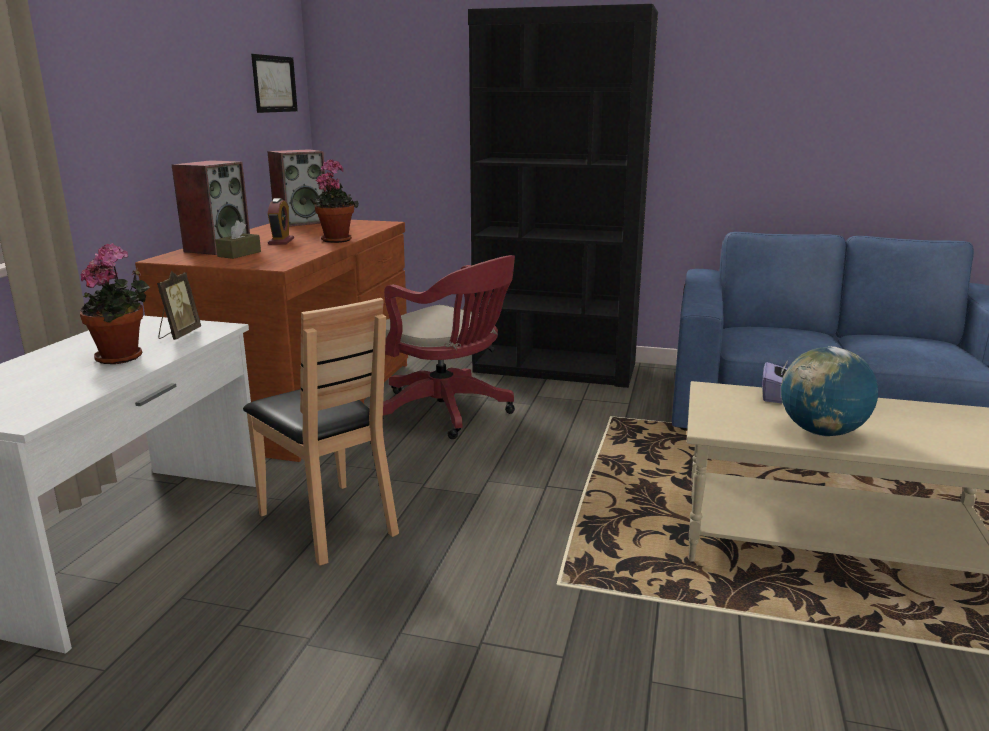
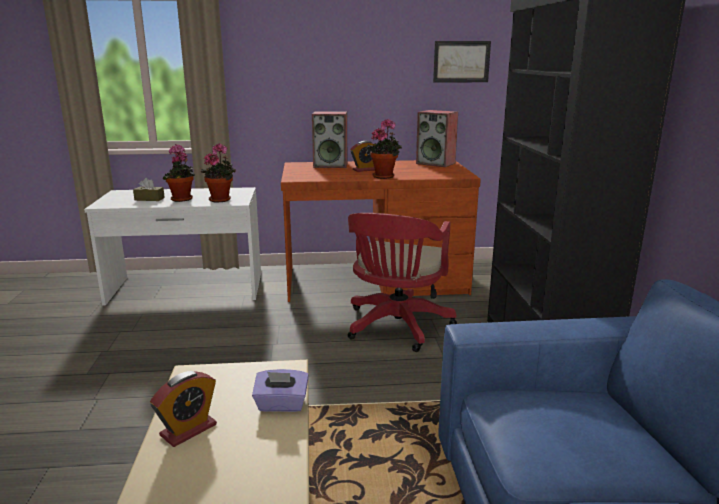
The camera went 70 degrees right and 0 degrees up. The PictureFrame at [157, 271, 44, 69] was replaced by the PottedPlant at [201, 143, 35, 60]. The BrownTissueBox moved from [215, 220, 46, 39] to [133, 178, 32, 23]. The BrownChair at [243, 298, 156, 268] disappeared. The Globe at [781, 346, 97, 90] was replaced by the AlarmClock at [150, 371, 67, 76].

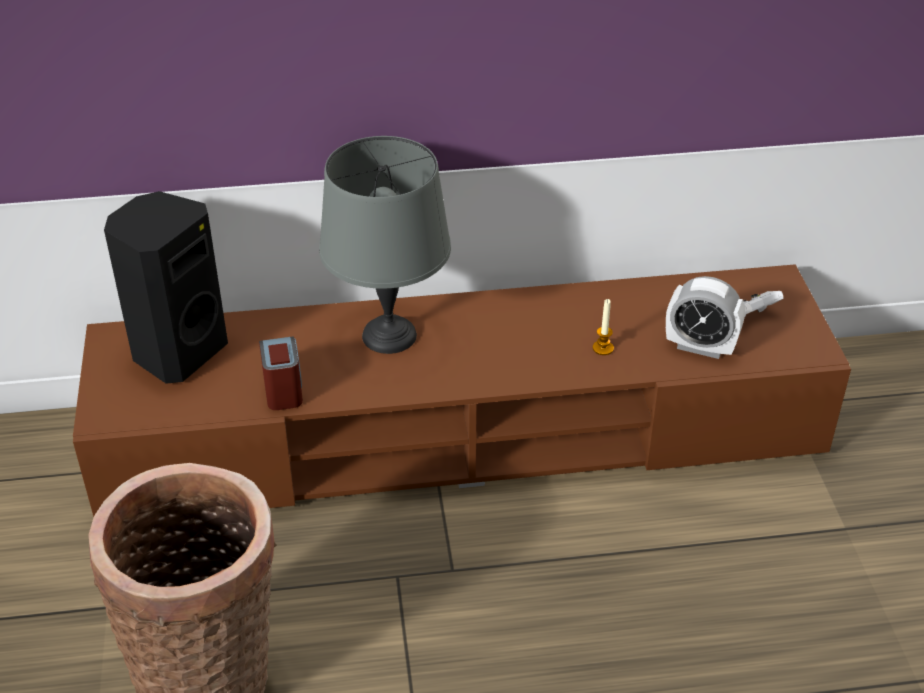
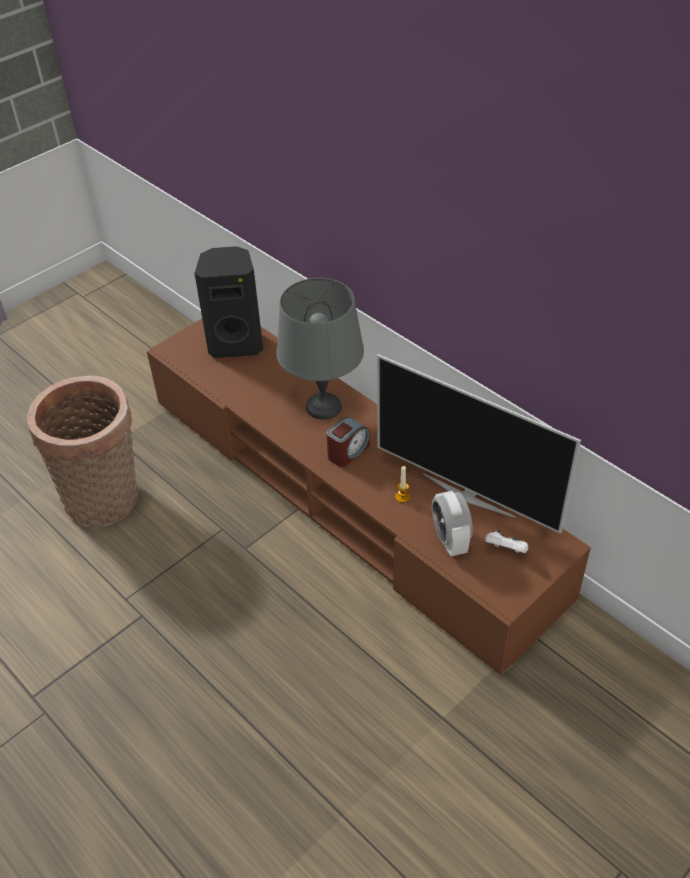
The camera went 55 degrees right and 5 degrees up. The AlarmClock moved from [259, 336, 44, 74] to [326, 417, 44, 50]. The Television at [377, 354, 204, 180] appeared.

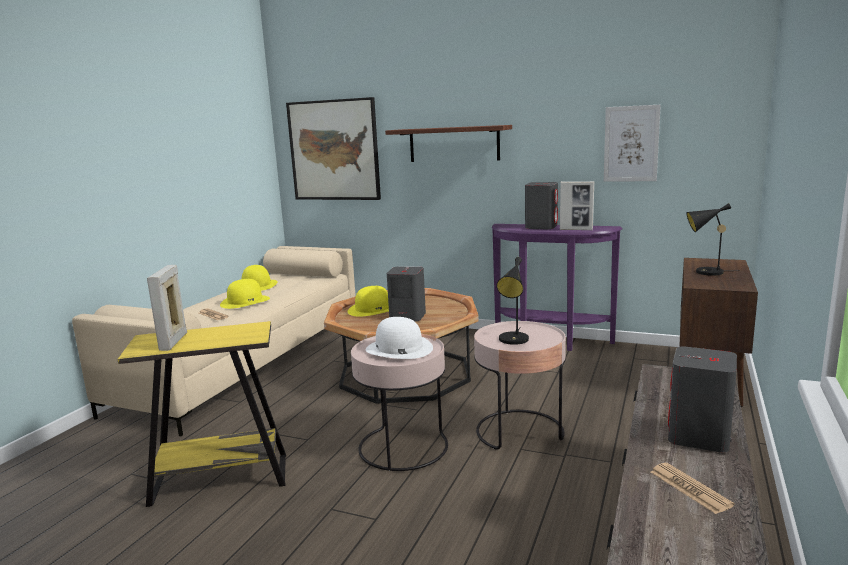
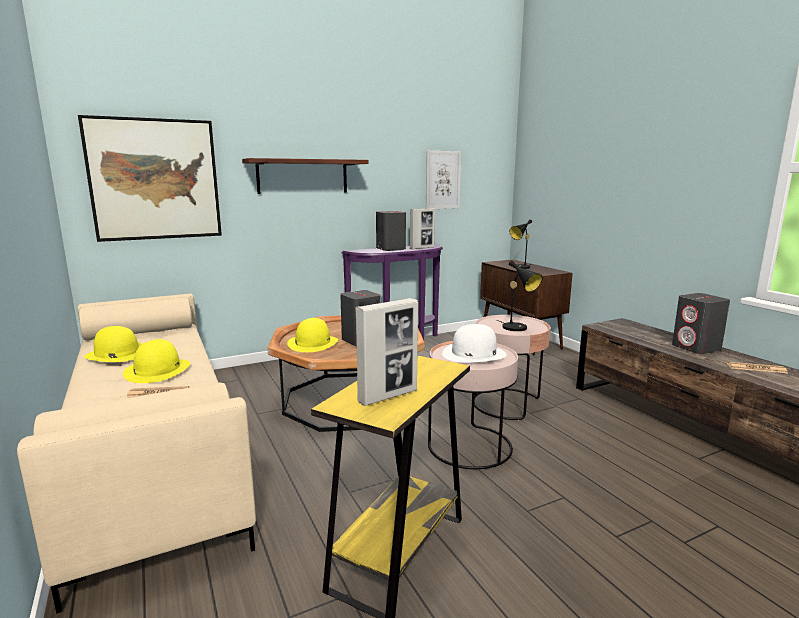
The camera went 50 degrees left and 0 degrees up. The PictureFrame at [147, 265, 40, 86] turned 75 degrees counterclockwise.

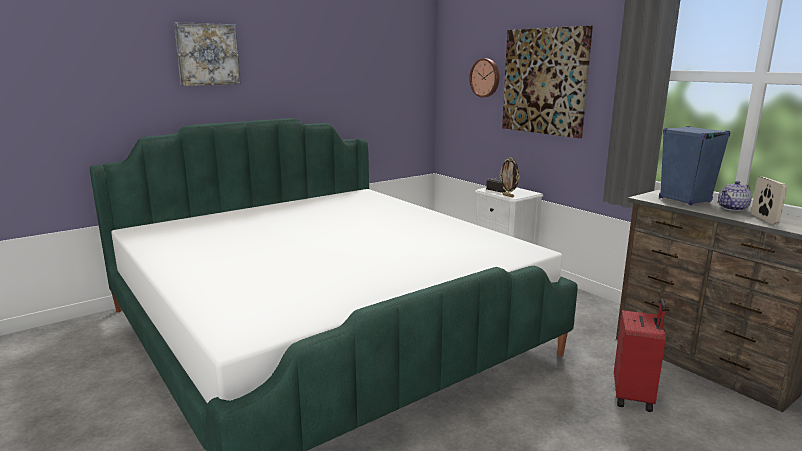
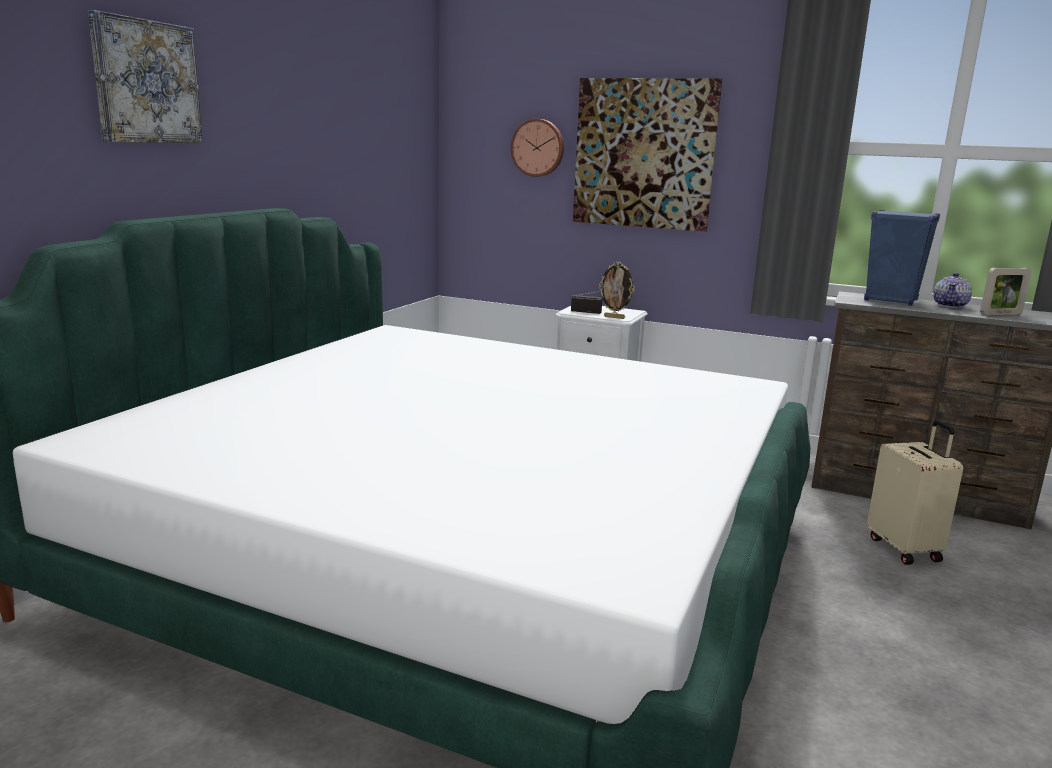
The camera went 30 degrees left and 0 degrees up. The RedSuitcase at [614, 298, 52, 114] became the BeigeSuitcase at [867, 420, 96, 145]. The PictureFrame at [751, 177, 36, 47] turned 105 degrees clockwise.

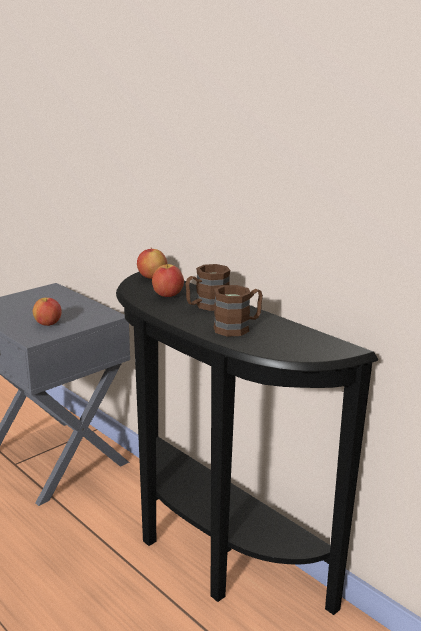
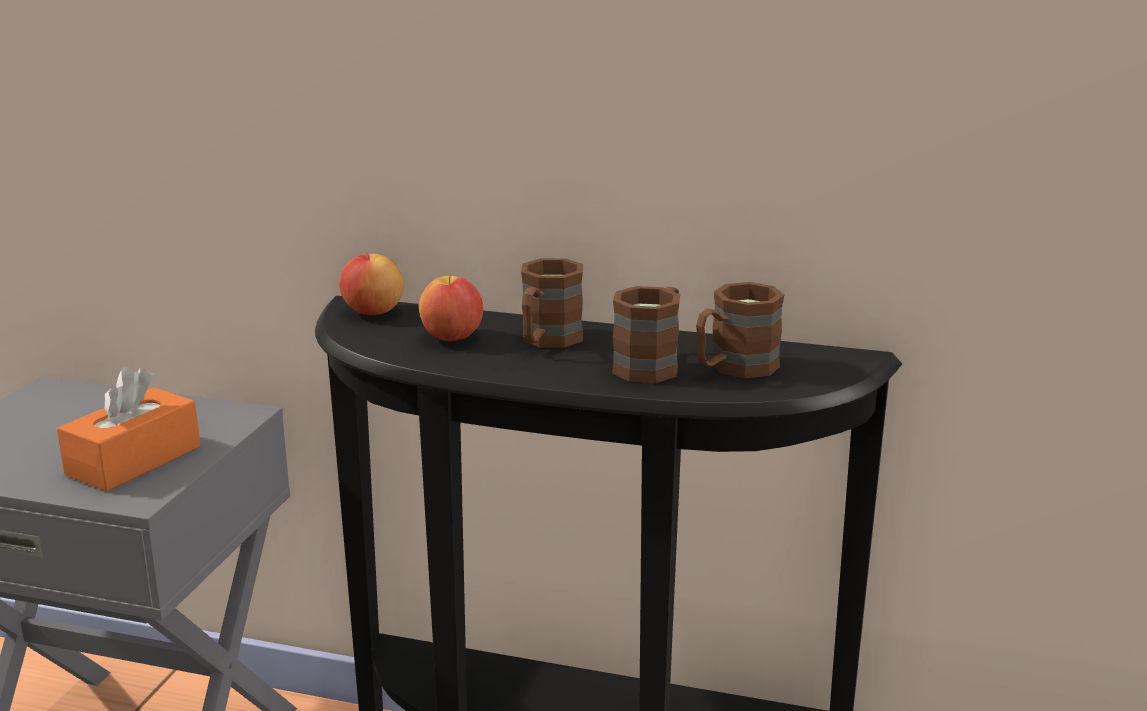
The camera went 30 degrees left and 0 degrees up. The Apple at [33, 298, 29, 28] was replaced by the OrangeTissueBox at [57, 367, 143, 125]. The BrownMug at [696, 282, 88, 96] appeared.

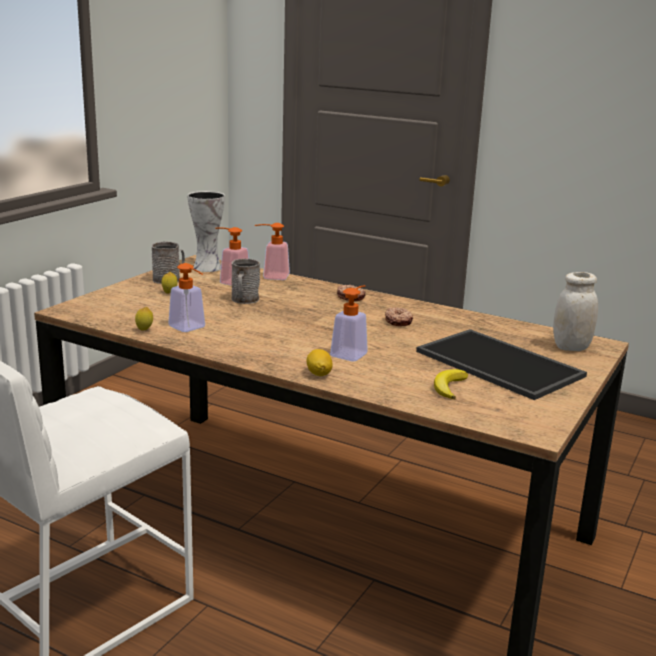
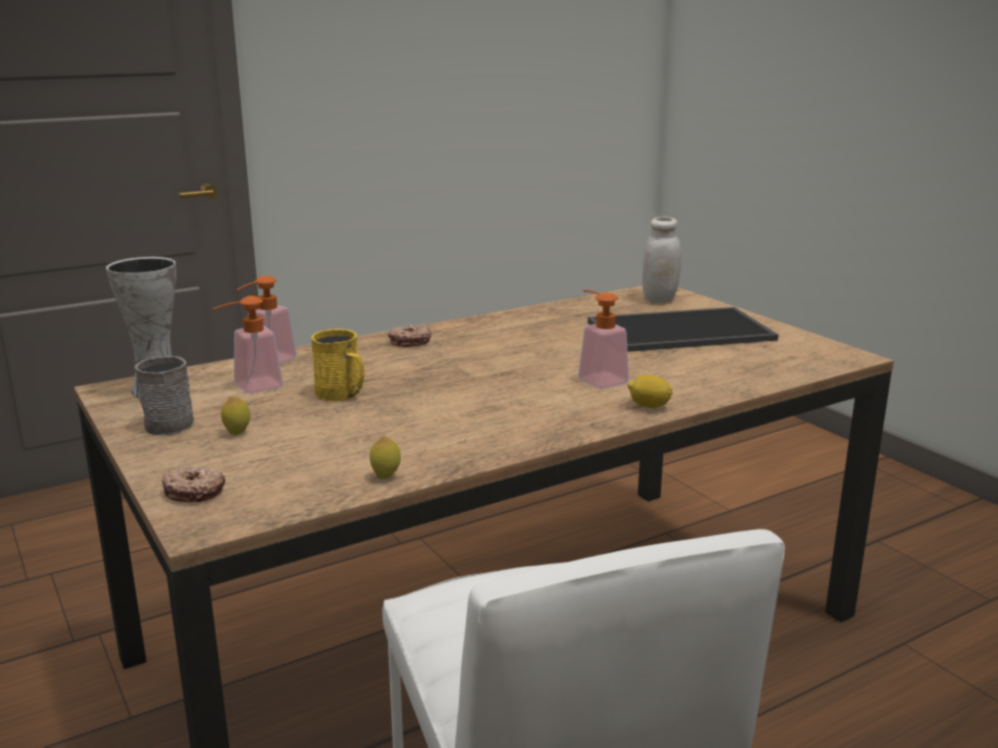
The camera went 60 degrees left and 0 degrees up. The SoapDispenser at [168, 263, 37, 69] disappeared. The GreyMug at [232, 259, 28, 45] became the YellowMug at [311, 329, 53, 72]. The Donut moved from [385, 307, 28, 19] to [162, 466, 63, 36]. The Banana at [434, 369, 34, 31] disappeared.

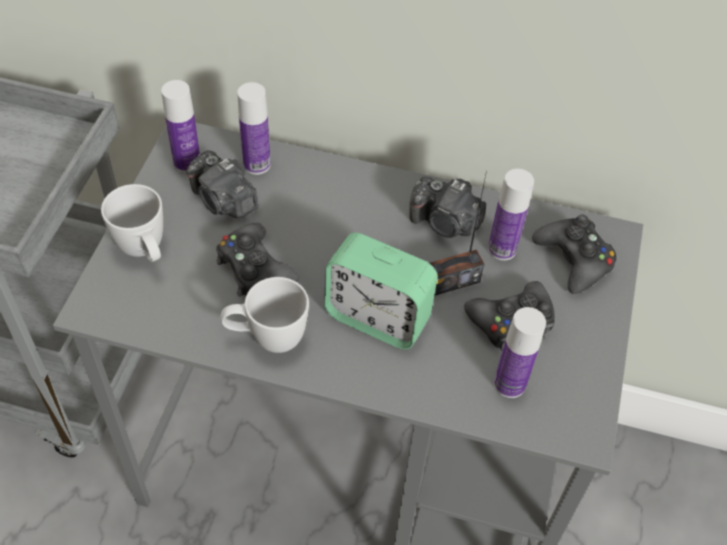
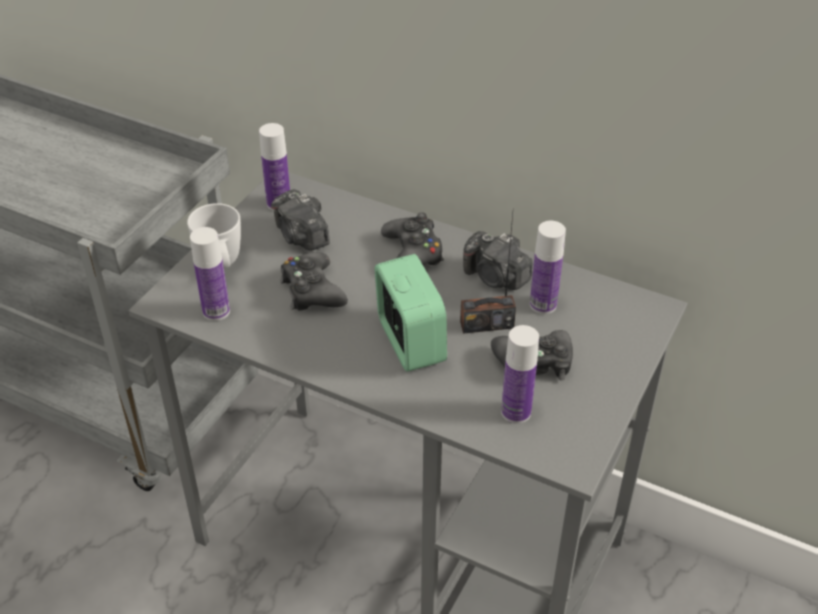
The camera went 15 degrees right and 10 degrees down. The WhiteMug at [220, 277, 89, 76] disappeared. The Bottle moved from [237, 82, 34, 93] to [190, 227, 40, 94]. The AlarmClock at [324, 233, 114, 116] turned 150 degrees counterclockwise. The BlackGameController moved from [532, 214, 84, 80] to [381, 212, 63, 53].

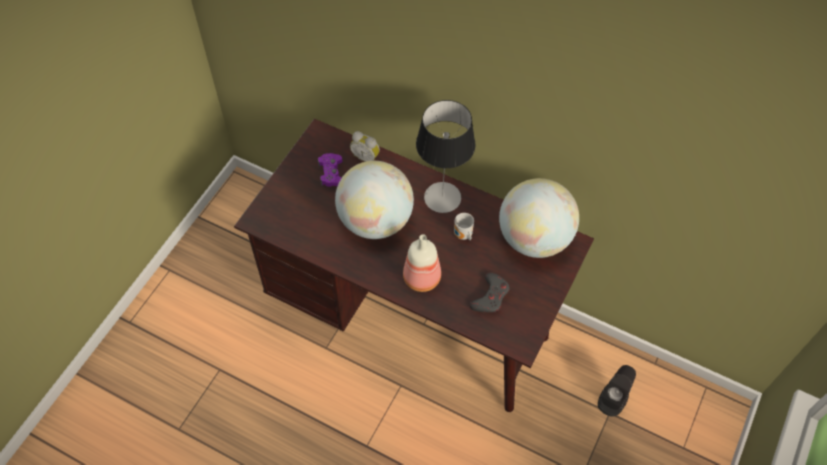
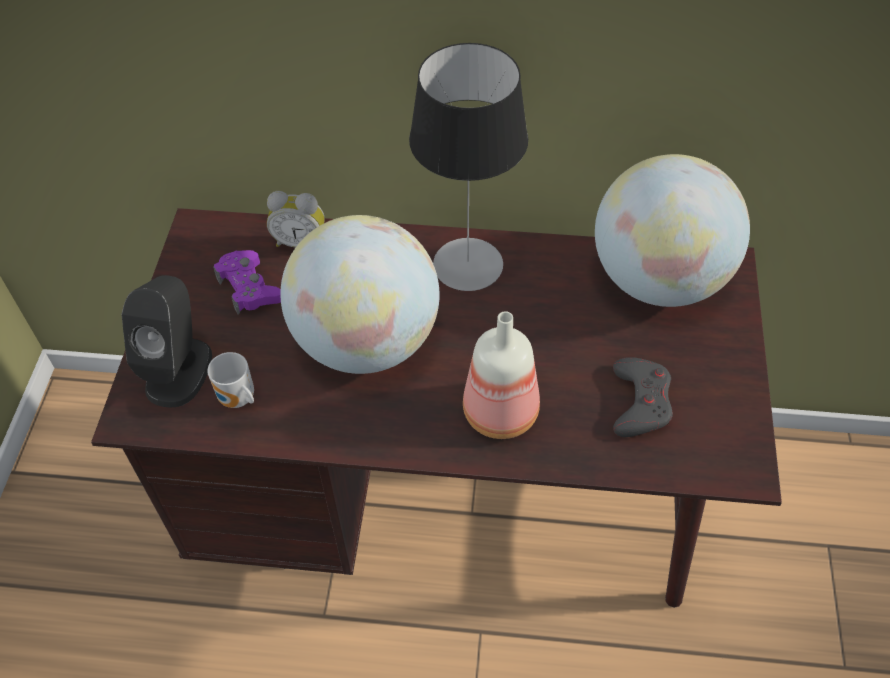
The camera went 20 degrees left and 5 degrees down. The Mug moved from [454, 213, 20, 27] to [207, 352, 47, 56]. The BlackSpeaker moved from [598, 365, 38, 52] to [121, 275, 91, 132].

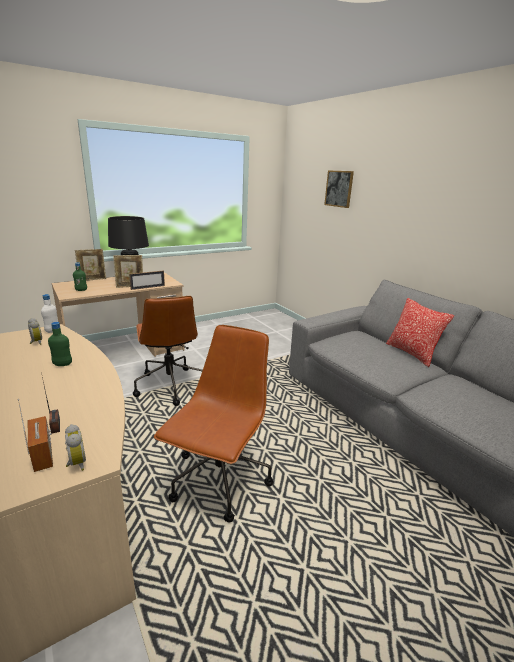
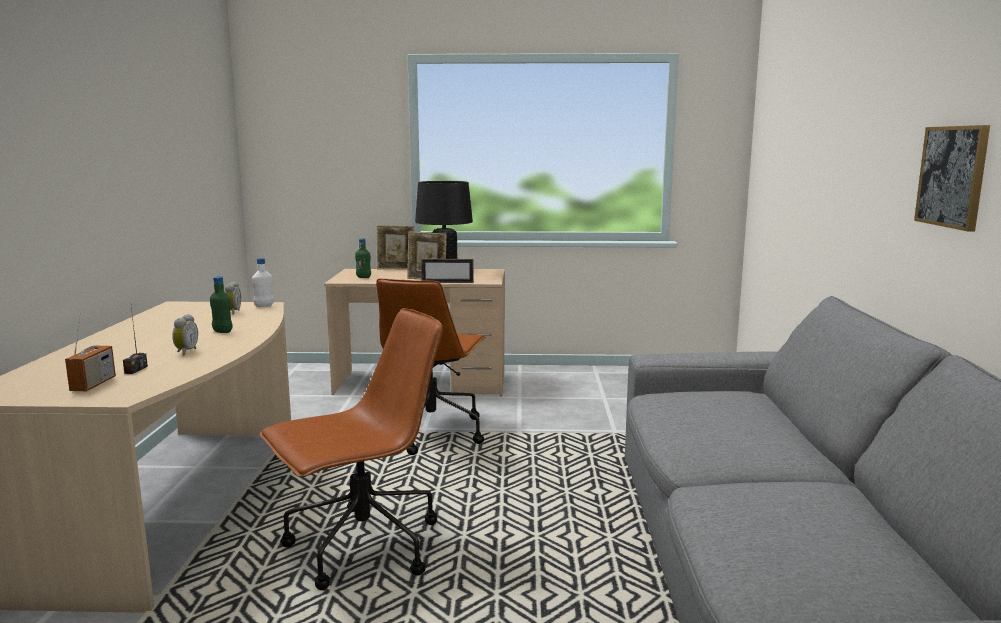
The camera went 35 degrees right and 10 degrees down. The AlarmClock moved from [65, 424, 21, 47] to [172, 314, 26, 41]. The Picture moved from [324, 170, 30, 38] to [914, 125, 76, 106]. The Pillow at [386, 298, 68, 69] disappeared.

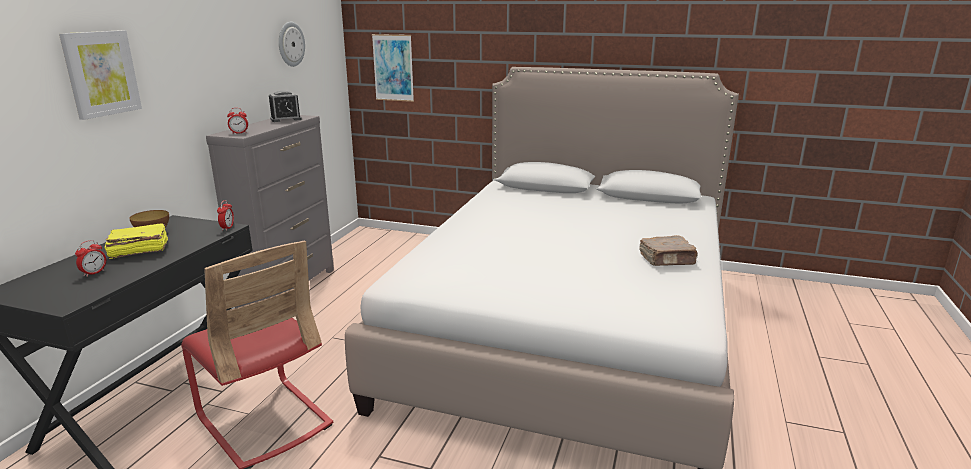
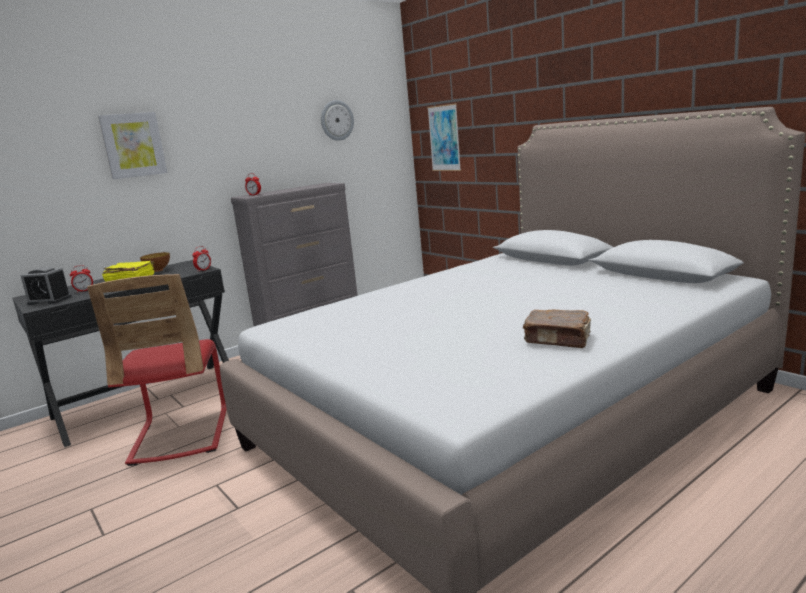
The camera went 35 degrees right and 5 degrees down. The AlarmClock moved from [269, 91, 33, 31] to [21, 267, 50, 38].

